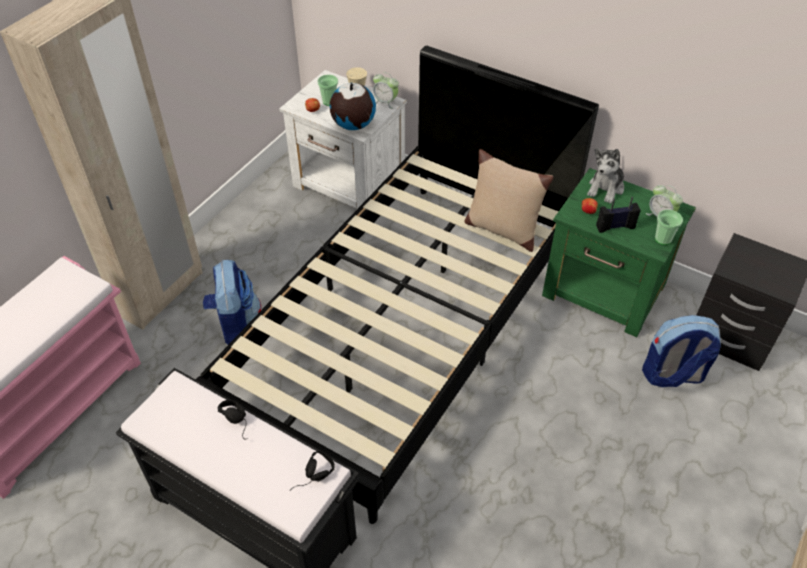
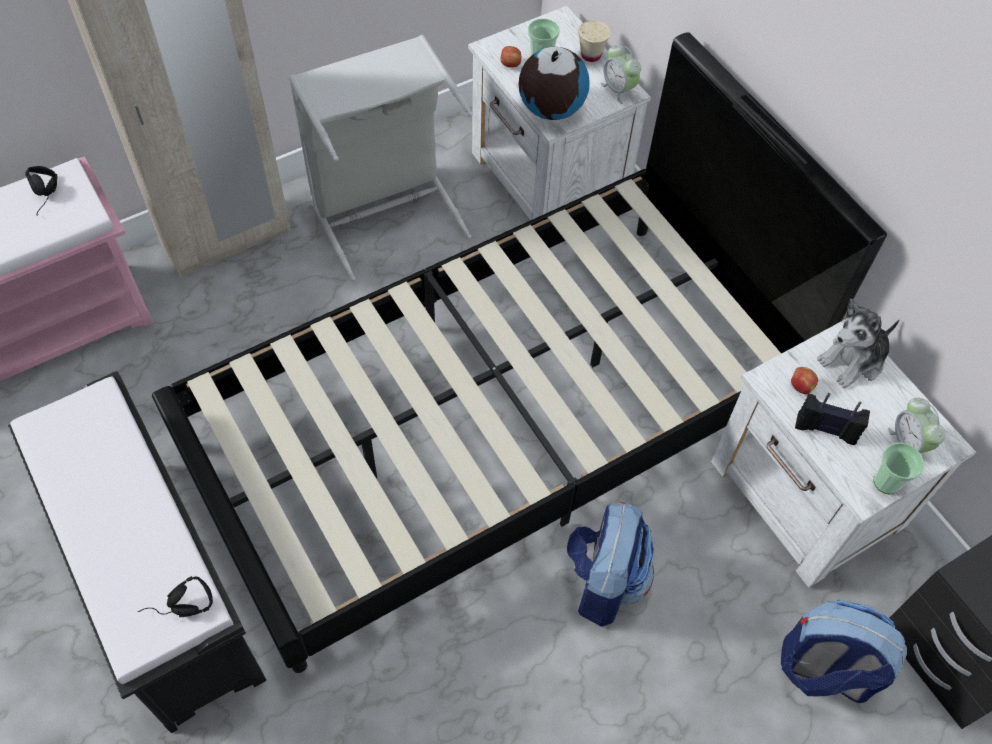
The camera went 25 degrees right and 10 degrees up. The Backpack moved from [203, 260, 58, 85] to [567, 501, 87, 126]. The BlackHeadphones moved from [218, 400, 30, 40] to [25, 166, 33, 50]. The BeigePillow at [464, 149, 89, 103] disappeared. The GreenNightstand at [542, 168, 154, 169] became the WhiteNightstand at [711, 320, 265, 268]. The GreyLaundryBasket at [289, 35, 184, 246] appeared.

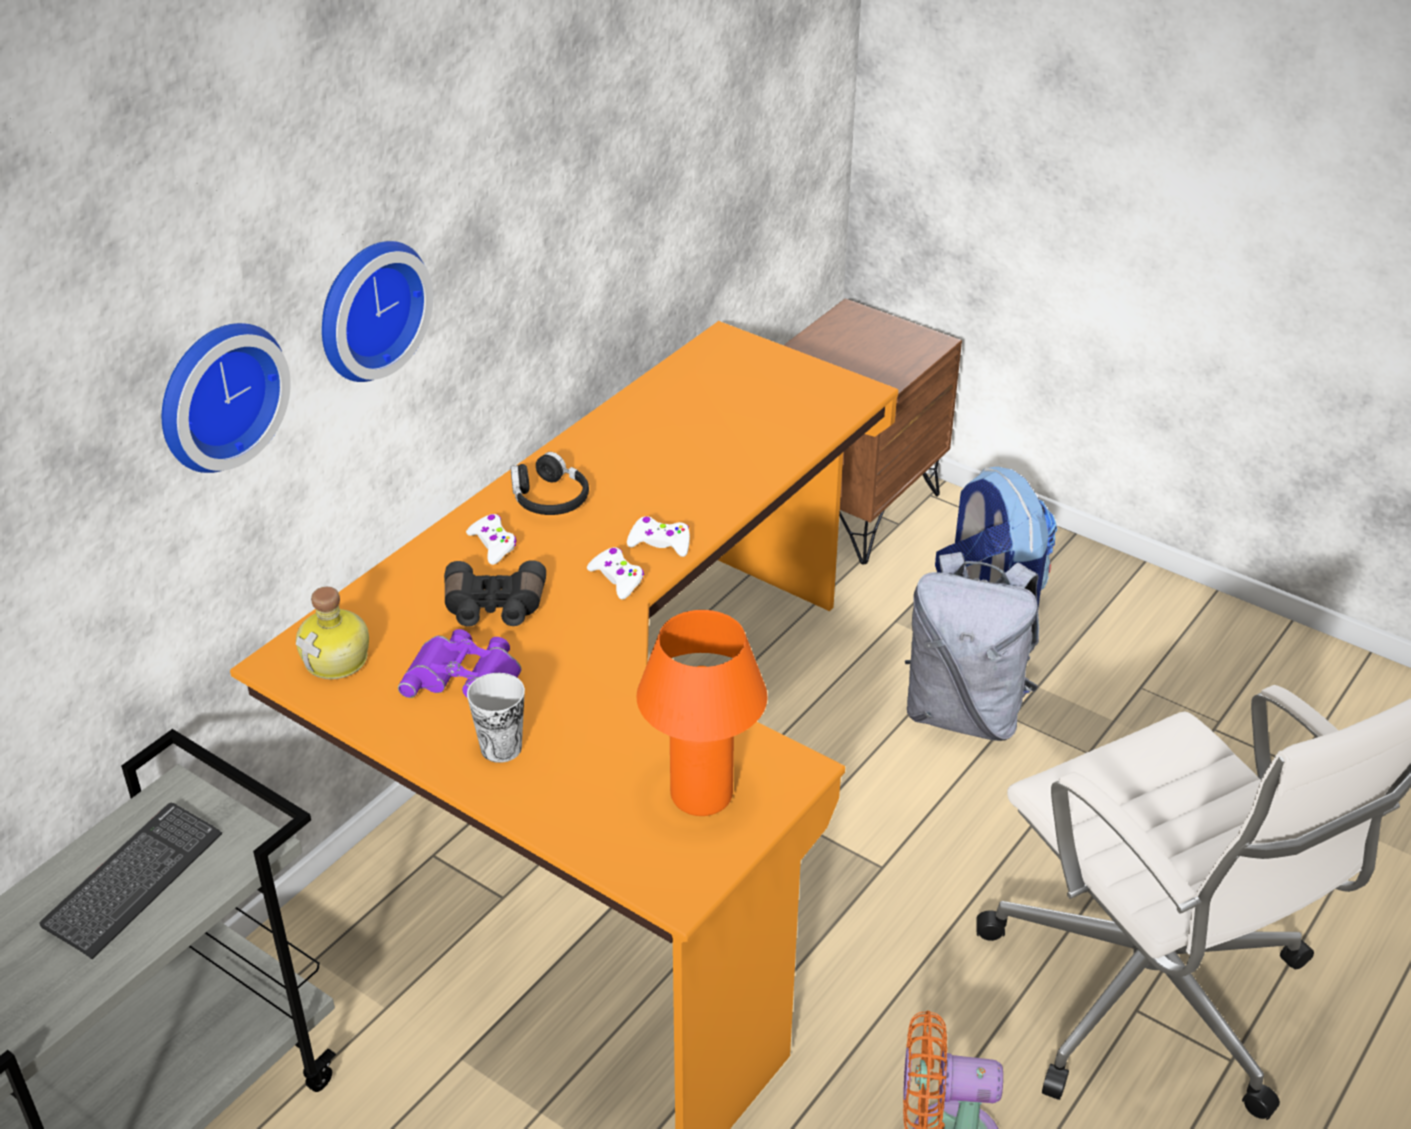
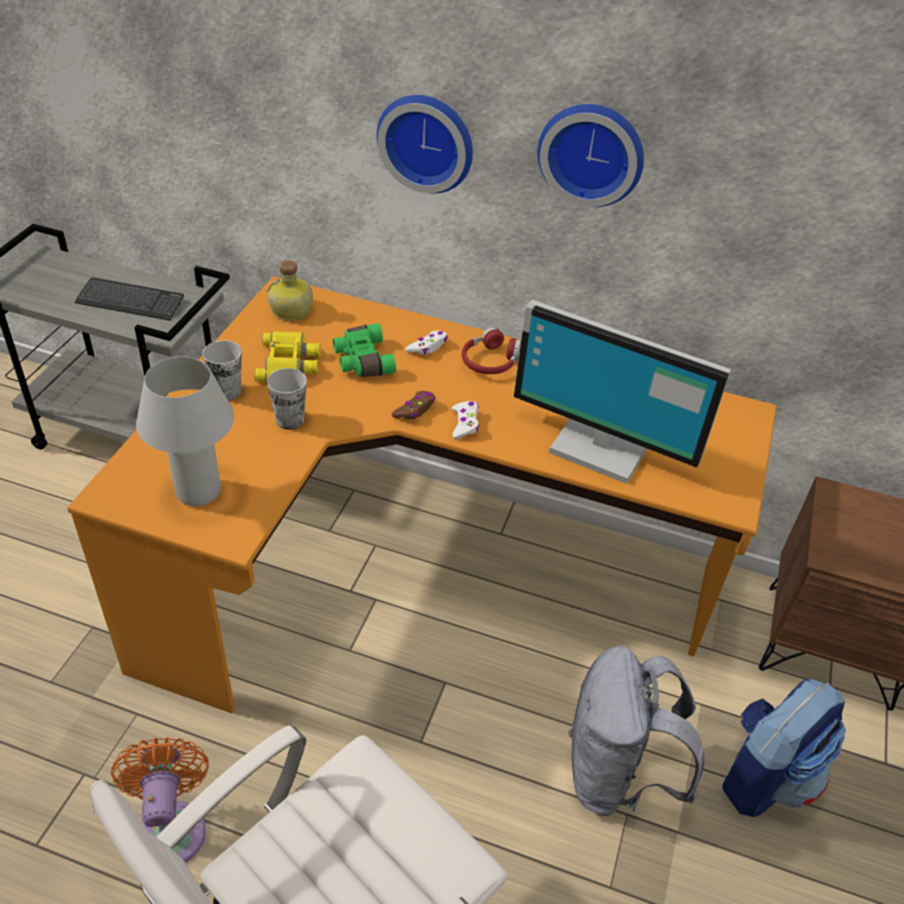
The camera went 70 degrees right and 5 degrees up. The WallClock moved from [162, 323, 129, 150] to [538, 104, 106, 103]. The PurpleBinoculars at [398, 629, 124, 69] became the YellowBinoculars at [255, 331, 66, 52]. The BlackBinoculars at [444, 560, 102, 67] became the GreenBinoculars at [333, 323, 63, 54]. The BlackHeadphones at [511, 452, 78, 63] became the RedHeadphones at [462, 327, 59, 47]. The WhiteGameController at [587, 547, 57, 53] became the BrownGameController at [392, 391, 44, 29]. The OrangeTableLamp at [637, 610, 130, 206] became the WhiteTableLamp at [136, 356, 98, 150]. The Cup at [267, 368, 40, 61] appeared. The Monitor at [514, 300, 217, 184] appeared.

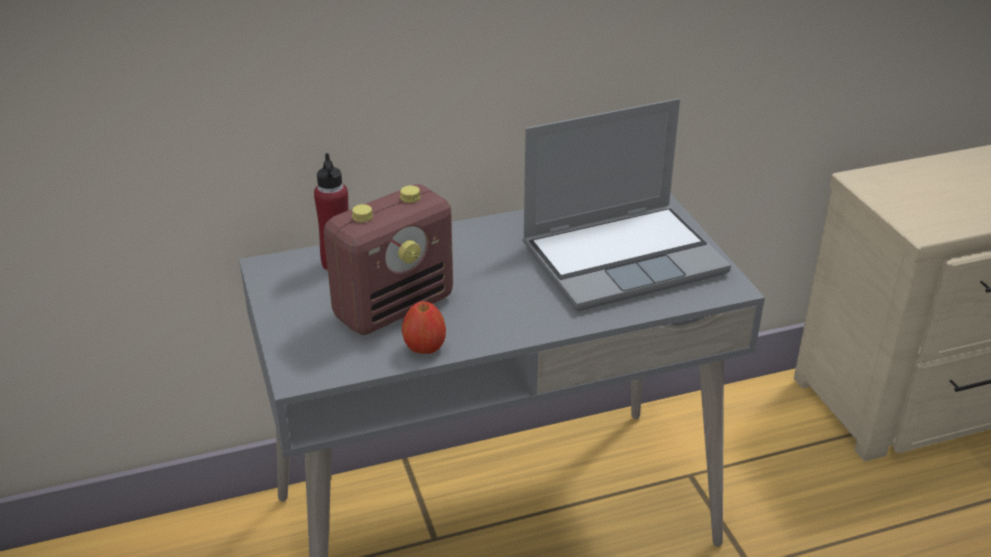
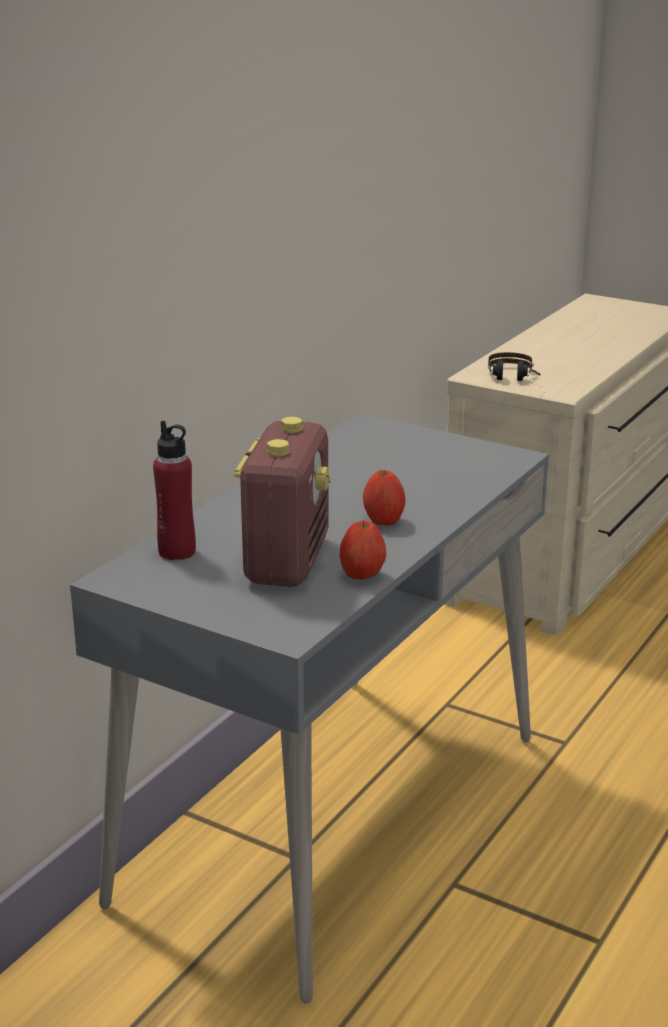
The camera went 40 degrees left and 10 degrees down. The Laptop at [523, 98, 208, 213] disappeared. The Apple at [363, 470, 43, 55] appeared. The Headphones at [488, 352, 53, 29] appeared.

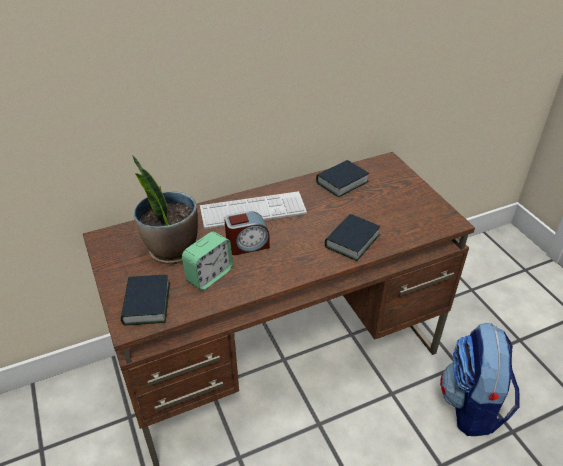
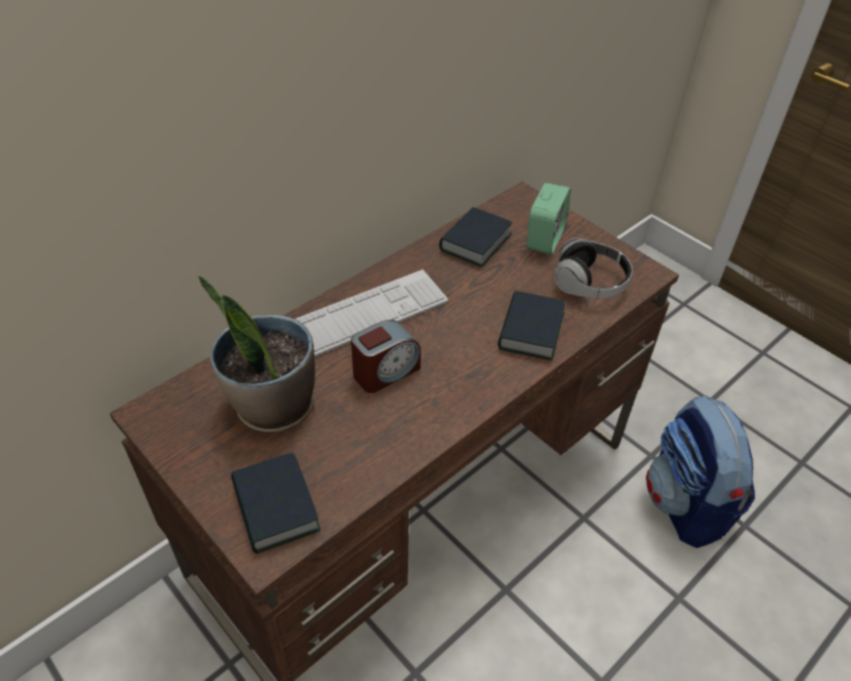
The camera went 20 degrees left and 5 degrees up. The AlarmClock moved from [182, 231, 51, 59] to [526, 183, 45, 72]. The Headphones at [554, 238, 79, 60] appeared.

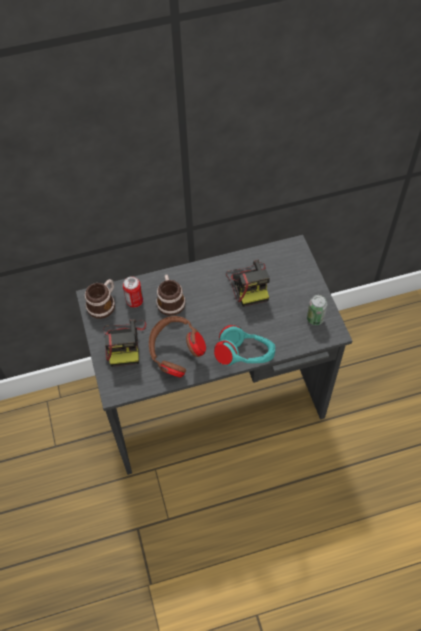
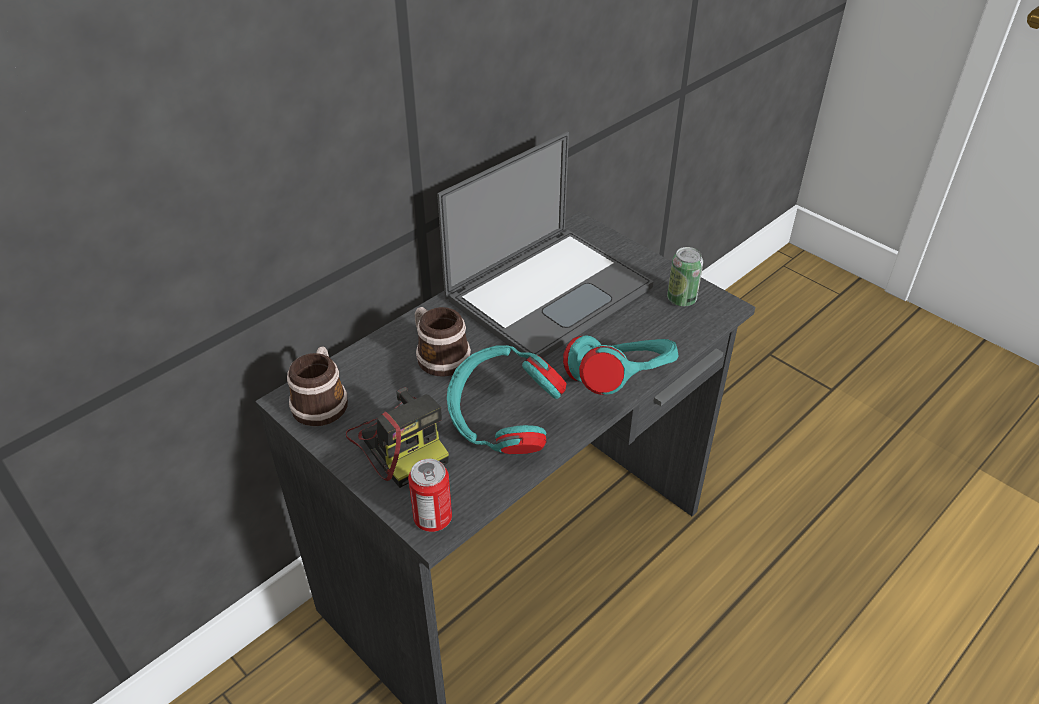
The camera went 30 degrees left and 15 degrees down. The Can moved from [123, 276, 20, 32] to [408, 459, 44, 73]. The BrownHeadphones at [149, 316, 57, 62] became the TurquoiseHeadphones at [447, 345, 120, 109]. The PhotoCamera at [226, 260, 44, 47] was replaced by the Laptop at [437, 132, 217, 227].

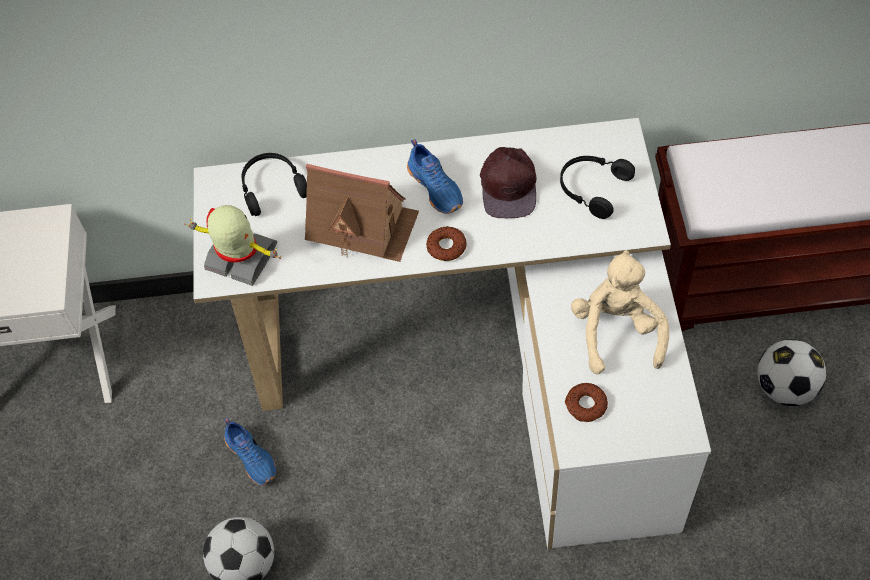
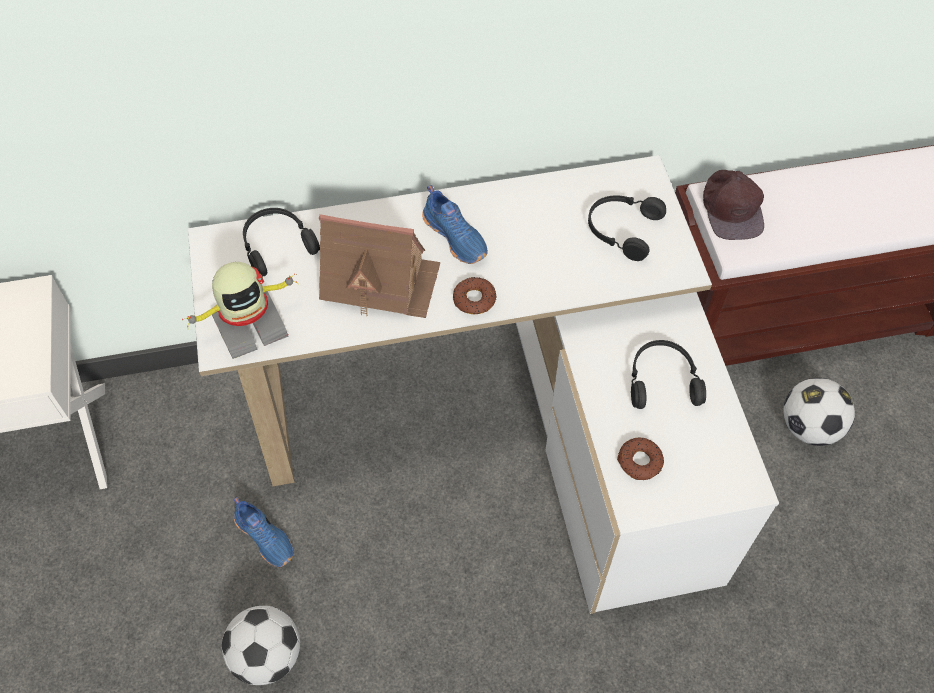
The camera went 10 degrees left and 0 degrees up. The ToyRobot at [189, 205, 93, 81] turned 135 degrees clockwise. The BrownCap moved from [480, 147, 57, 71] to [703, 170, 61, 70]. The BeigePlushToy at [571, 250, 98, 124] was replaced by the BlackHeadphones at [631, 340, 75, 69].

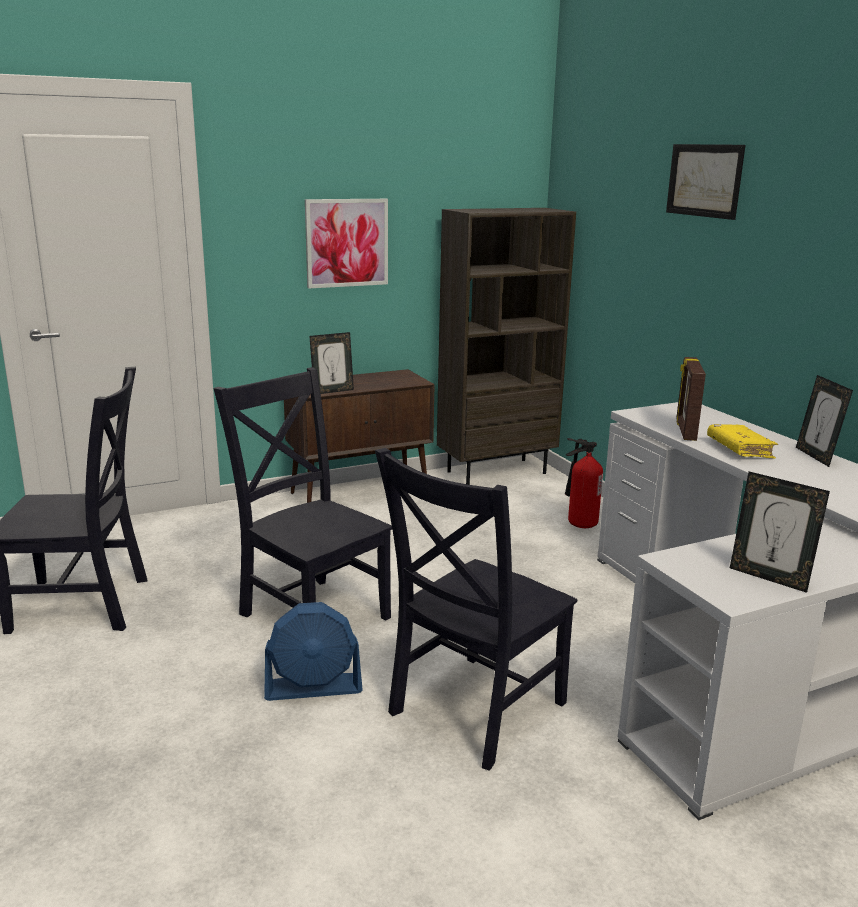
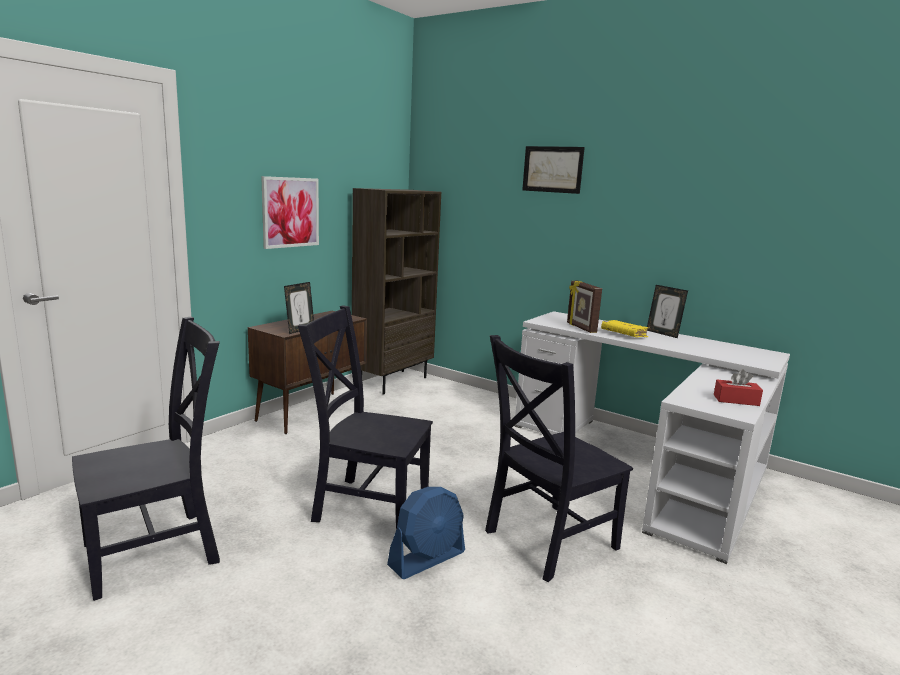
The camera went 30 degrees left and 5 degrees down. The BlackChair at [375, 448, 202, 323] turned 45 degrees clockwise. The FireExtinguisher at [565, 438, 38, 90] disappeared. The PictureFrame at [730, 471, 100, 122] was replaced by the RedTissueBox at [714, 369, 49, 37].

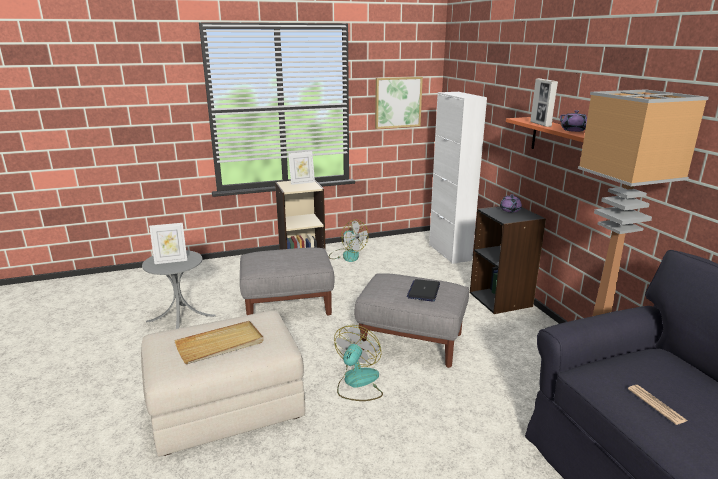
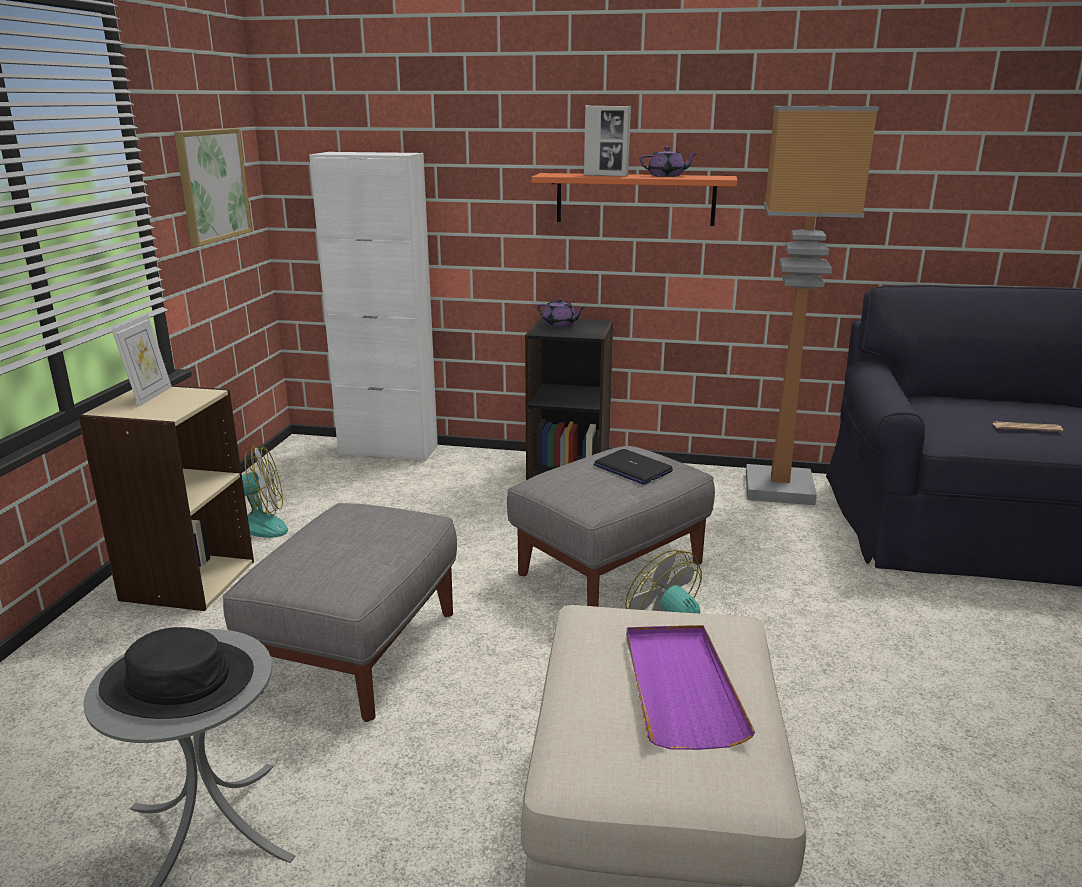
The camera went 60 degrees left and 0 degrees up. The PictureFrame at [149, 223, 38, 41] was replaced by the BlackHat at [99, 627, 155, 92]. The BeigeTray at [174, 321, 90, 43] became the PurpleTray at [626, 625, 129, 125].

